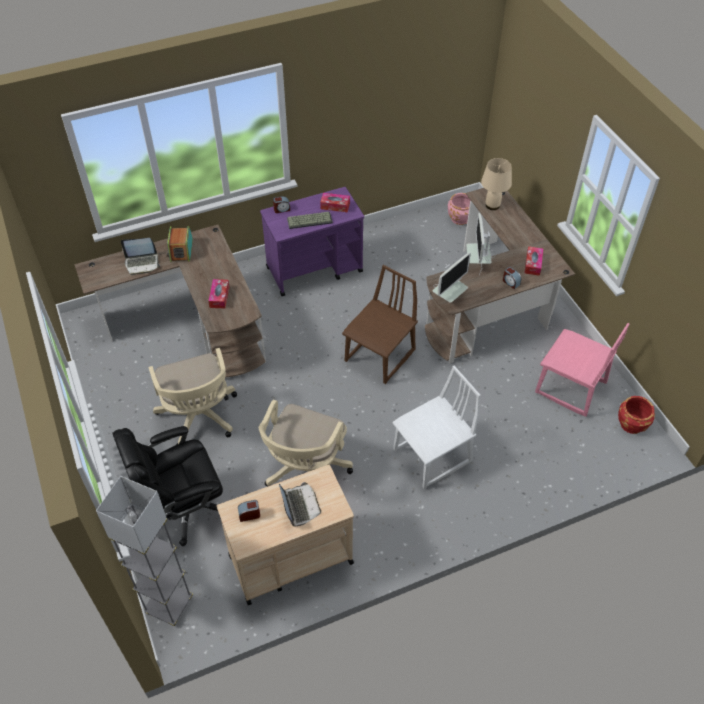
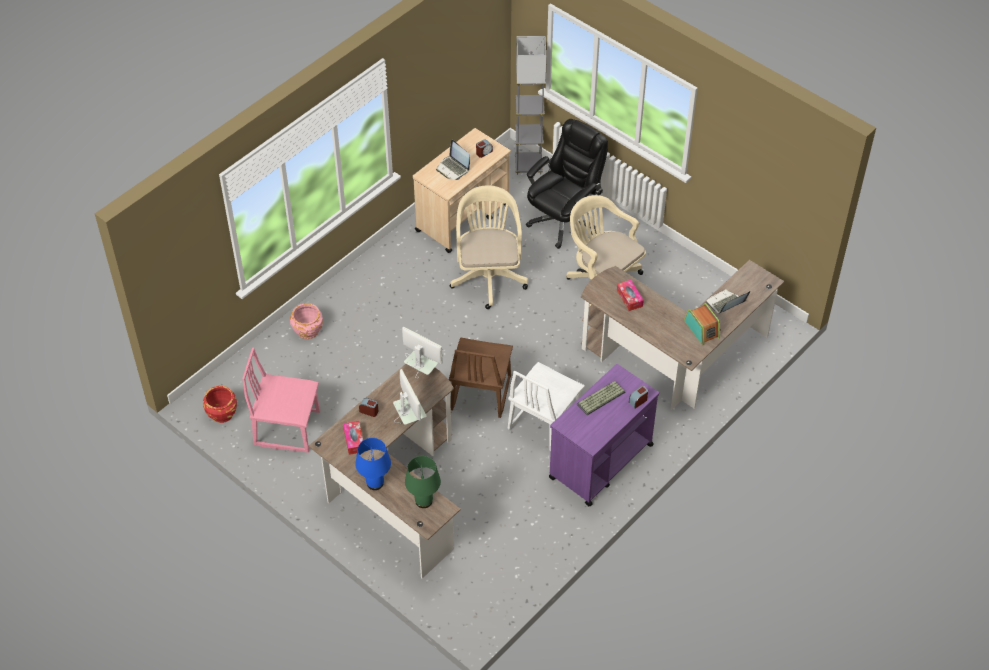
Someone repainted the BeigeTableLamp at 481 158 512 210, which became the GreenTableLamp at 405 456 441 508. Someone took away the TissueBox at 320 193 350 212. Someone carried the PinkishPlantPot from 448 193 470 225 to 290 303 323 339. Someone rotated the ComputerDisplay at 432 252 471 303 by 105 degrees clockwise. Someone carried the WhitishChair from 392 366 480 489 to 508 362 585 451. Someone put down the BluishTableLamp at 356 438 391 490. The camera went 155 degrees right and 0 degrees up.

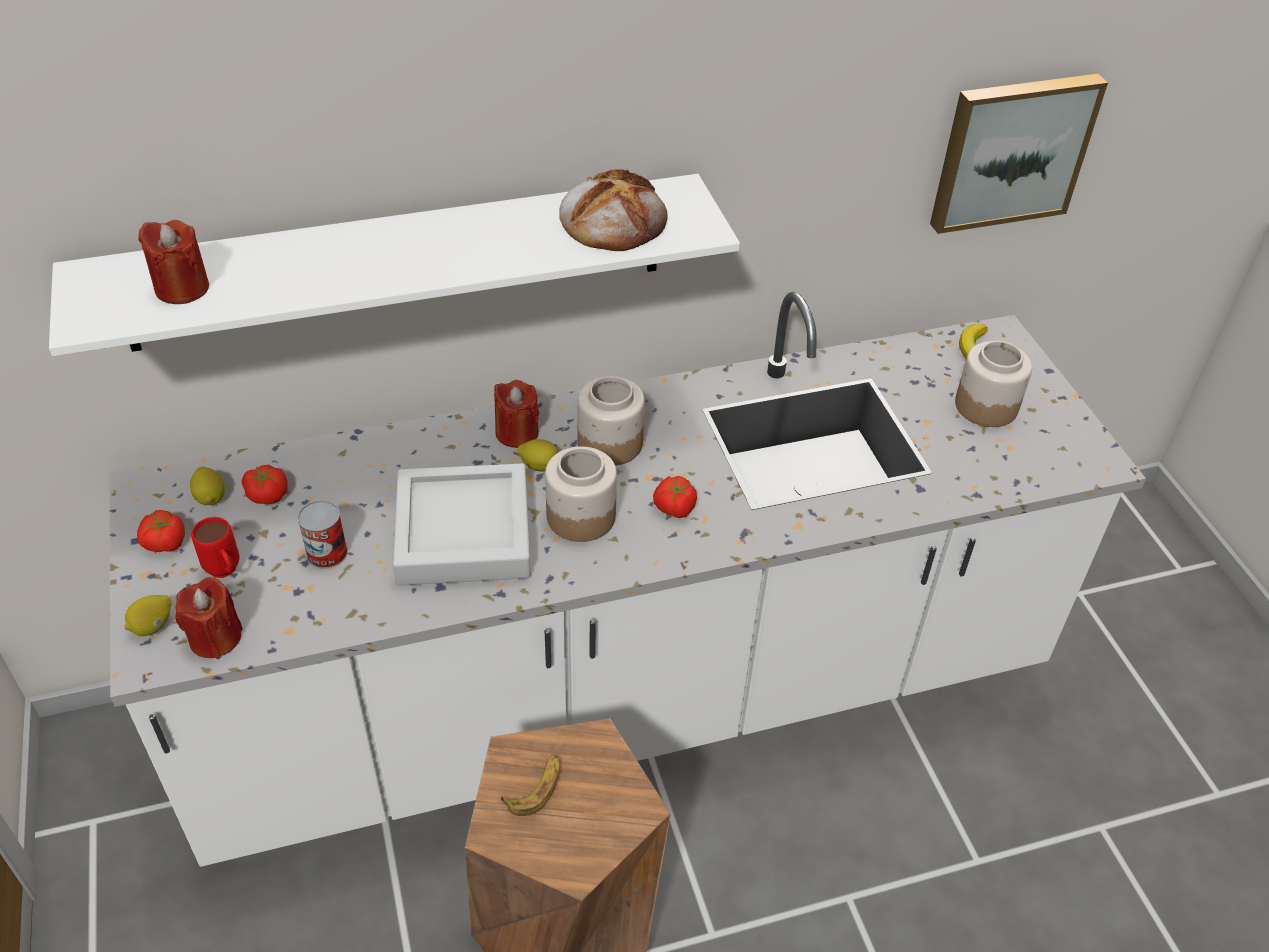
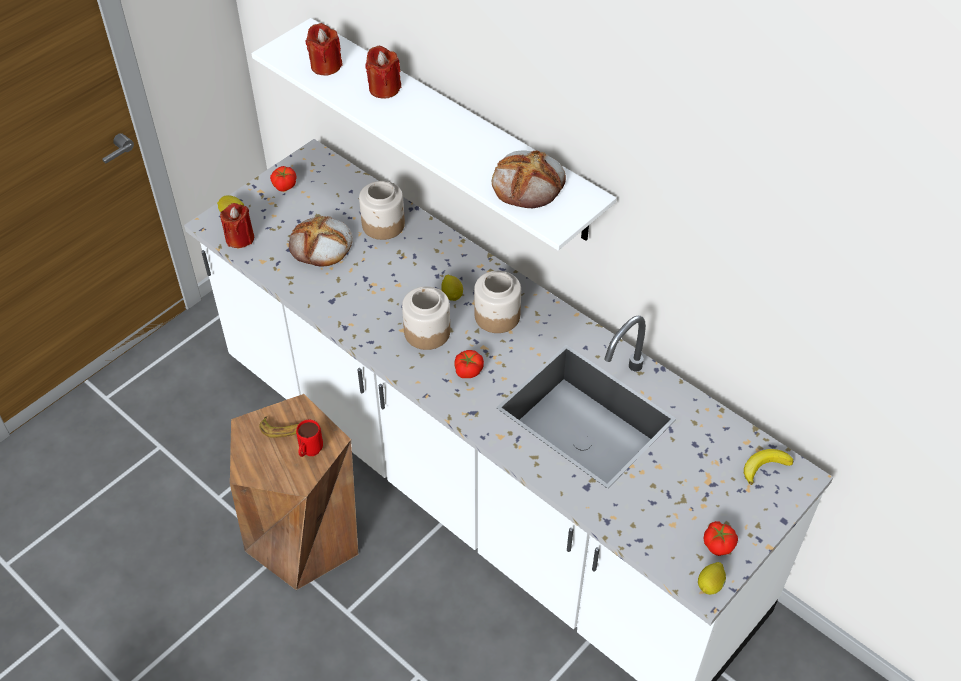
Someone took away the WallArt at 930 74 1108 234. Someone carried the Jar from 955 341 1032 427 to 359 181 405 240. Someone carried the ReddishCandle from 494 380 539 448 to 365 45 401 98. Someone took away the GreyServingTray at 393 464 531 586. Someone carried the FreshTomato from 242 465 288 504 to 704 521 738 556. Someone carried the CitrusFruit from 190 466 225 505 to 698 562 726 595. Someone swapped the Can at 297 500 348 569 for the BakeryBread at 289 216 353 267. Someone carried the ReddishMug from 192 517 239 578 to 296 420 323 457. The camera went 60 degrees right and 5 degrees up.

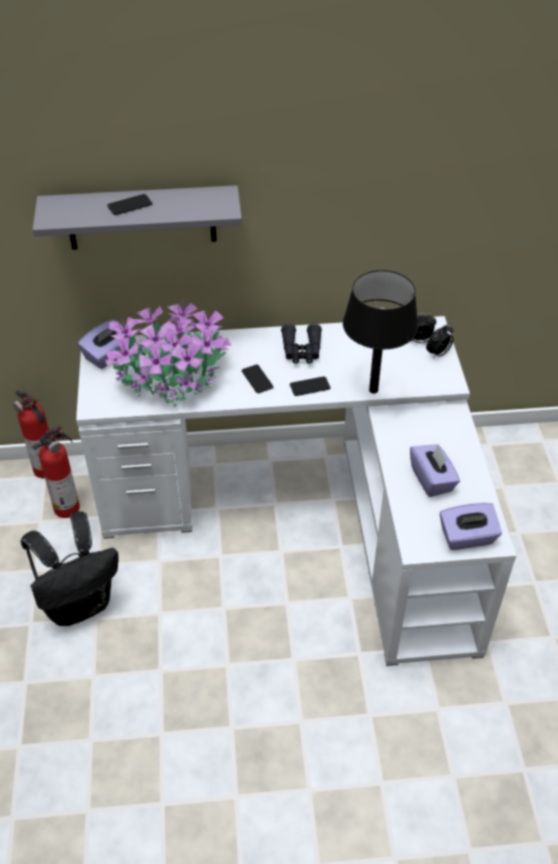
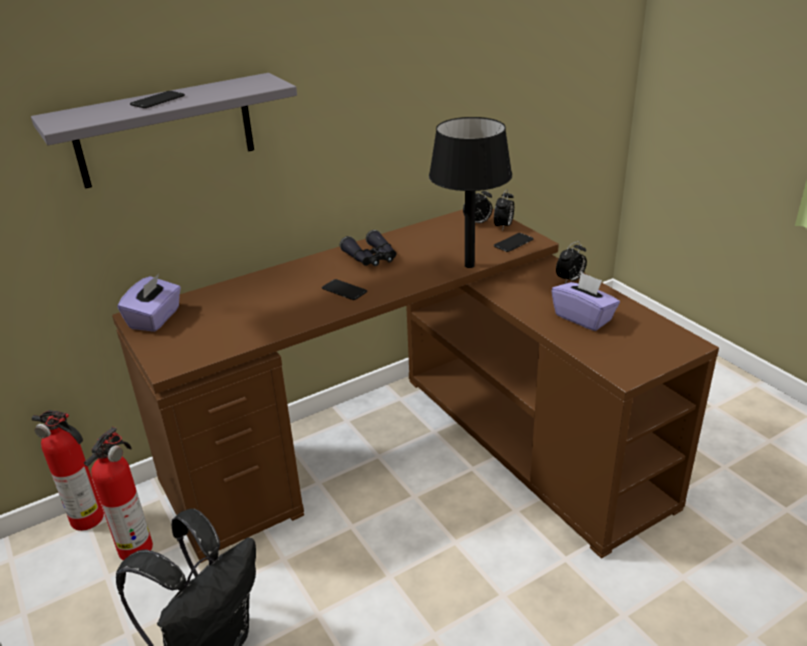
Someone took away the PlantInAPot at 105 300 231 407. Someone repainted the WhitishDeskTable at 76 316 517 666, which became the BrownishDeskTable at 112 209 719 563. Someone carried the Handset from 290 376 331 396 to 494 233 534 252. Someone took away the PurpleTissueBox at 440 503 502 550. Someone put down the AlarmClock at 556 241 587 284. The camera went 25 degrees left and 15 degrees down.

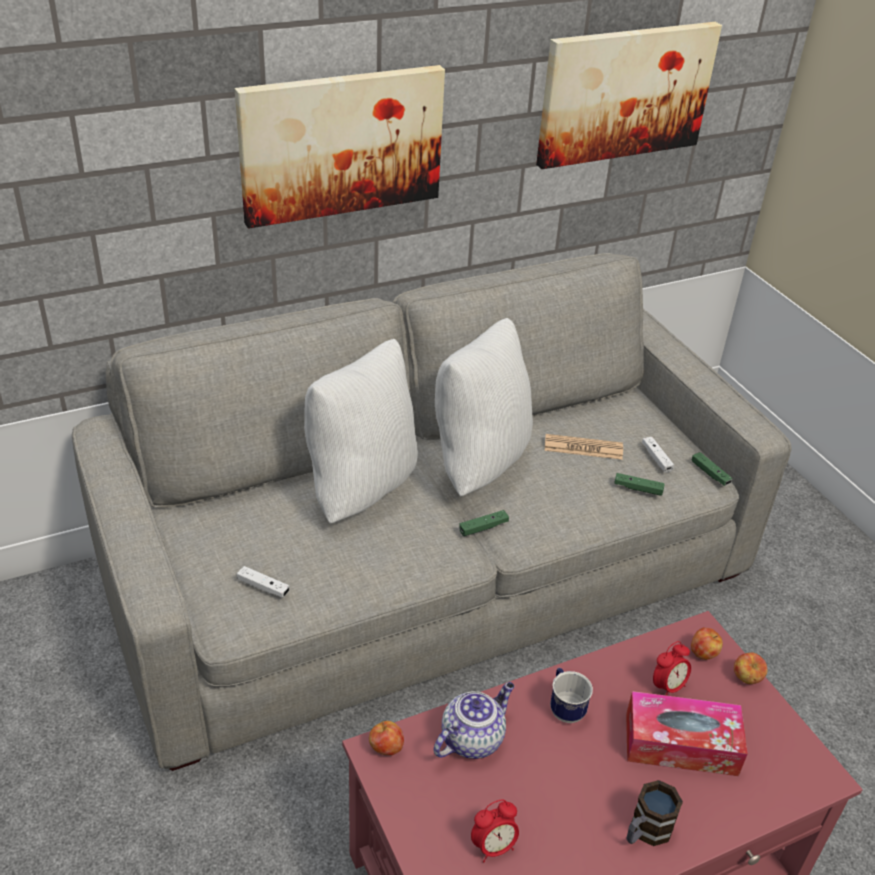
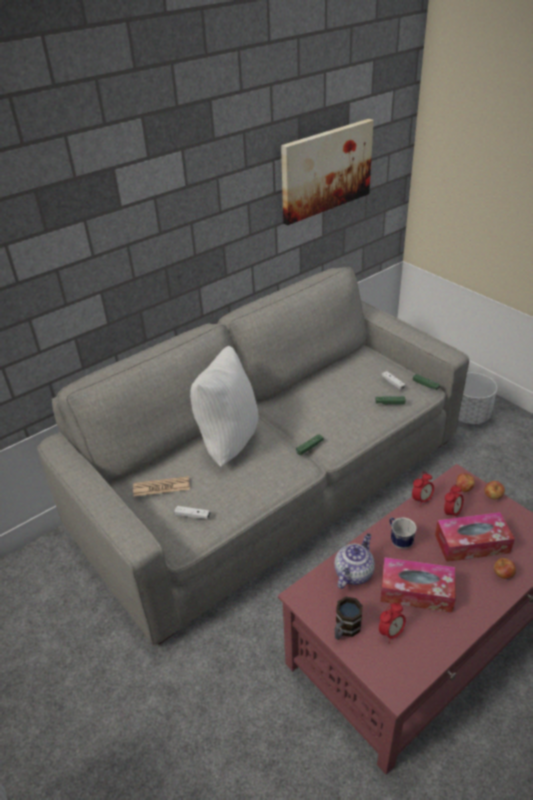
Someone took away the WallArt at 235 65 445 229. Someone took away the WhitishPillow at 435 318 533 496. Someone carried the Newspaper from 545 434 623 460 to 133 476 190 496. Someone carried the Apple from 369 721 404 755 to 494 558 516 579. Someone carried the Mug from 626 780 683 846 to 334 597 363 640. Someone put down the WhitishPlantPot at 458 373 497 424. Someone put down the AlarmClock at 412 472 434 507. Someone put down the TissueBox at 380 557 456 613. The camera went 10 degrees left and 0 degrees up.

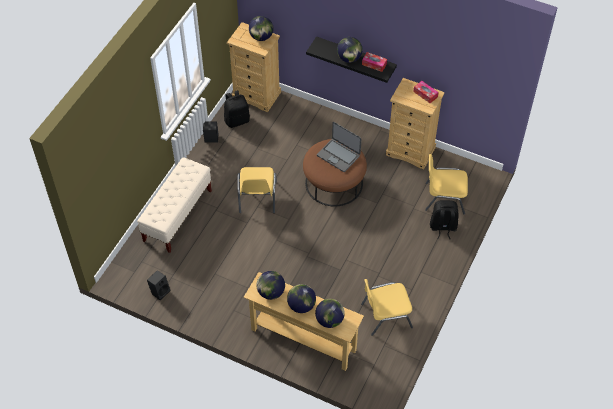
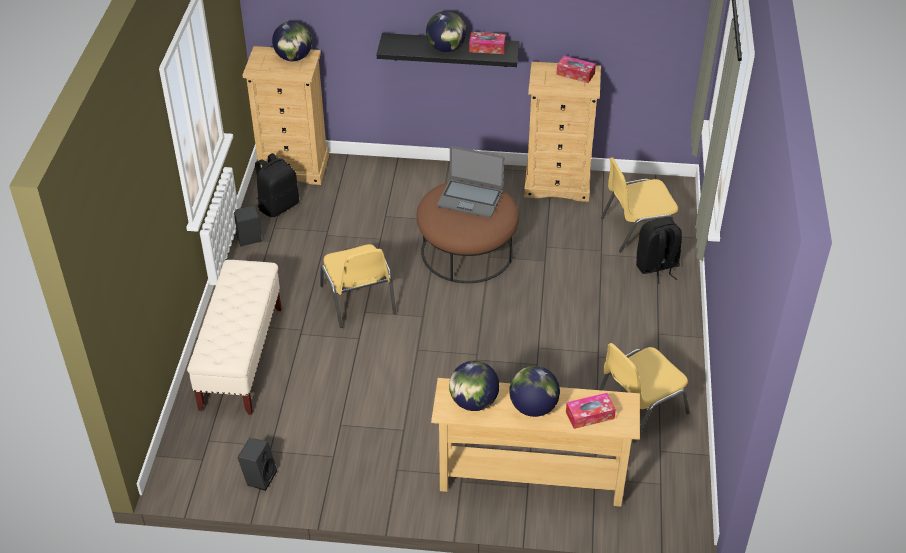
Someone swapped the DeskGlobe at 315 299 345 328 for the TissueBox at 566 393 616 429. The camera went 20 degrees left and 10 degrees down.

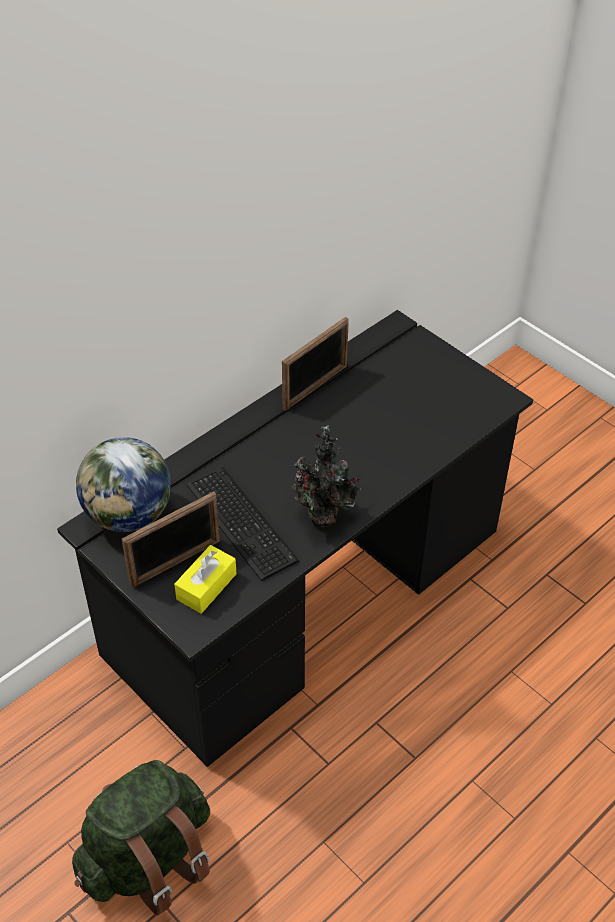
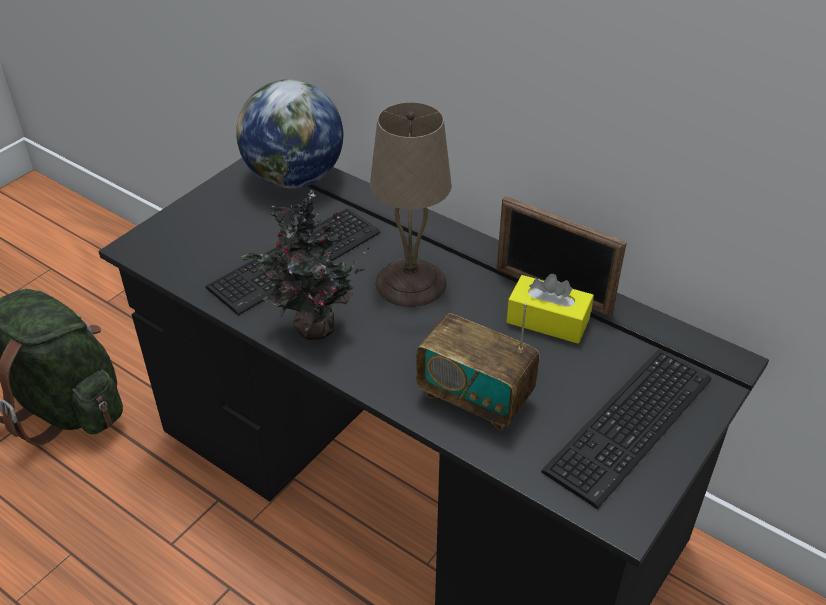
Someone took away the StandingFrame at 122 491 220 588. Someone carried the YellowishTissueBox from 174 545 237 614 to 506 274 594 344. Someone put down the BeigeTableLamp at 370 102 452 307. Someone put down the RadioReceiver at 416 303 540 431. Someone put down the Keyboard at 541 350 712 509. The camera went 80 degrees right and 5 degrees down.

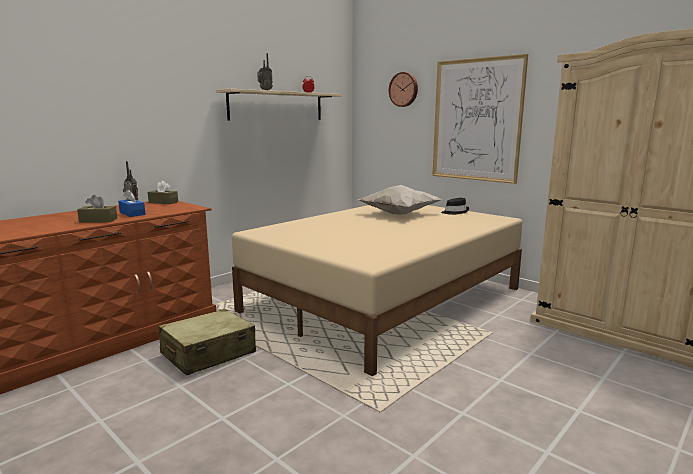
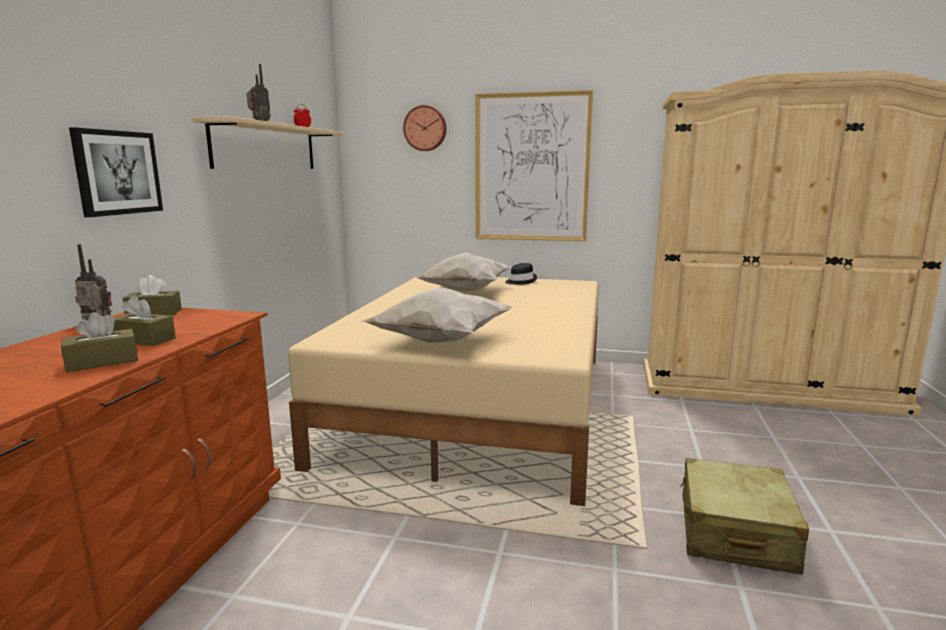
Someone repainted the BluishTissueBox at 118 189 146 217, which became the BrownishTissueBox at 112 296 176 346. Someone carried the BeigeSuitcase from 158 309 256 375 to 680 458 809 575. Someone put up the WallArt at 69 127 163 217. Someone put down the WhitishPillow at 362 288 514 343. The camera went 30 degrees left and 0 degrees up.

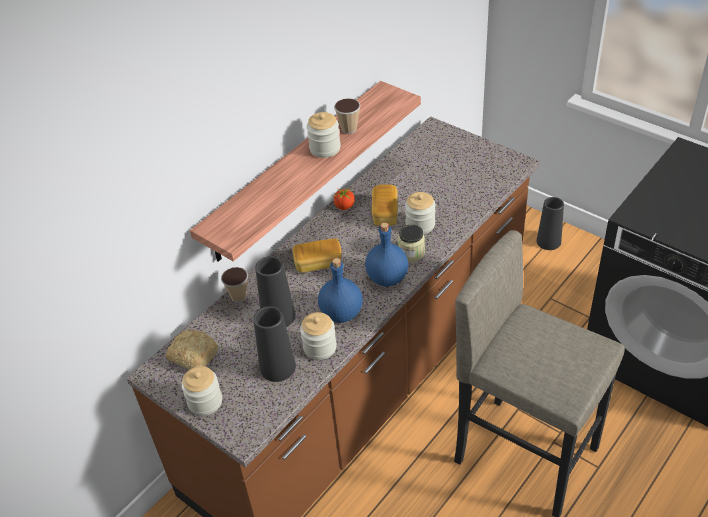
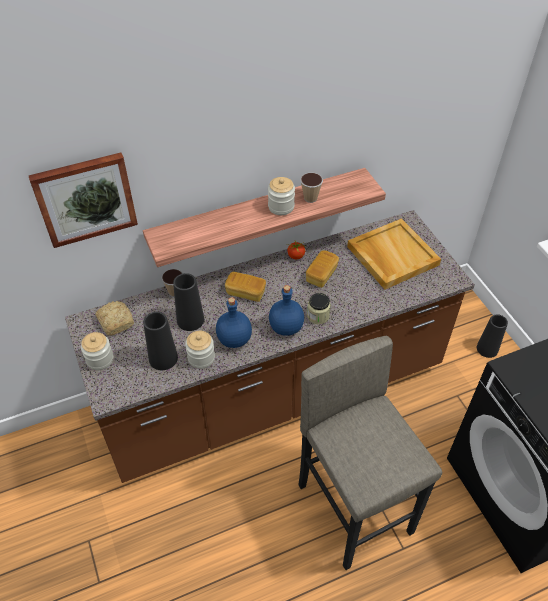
Someone took away the Jar at 405 192 436 234. Someone put up the WallArt at 29 152 138 248. Someone put down the BeigeServingTray at 347 218 441 290. The camera went 25 degrees right and 5 degrees up.

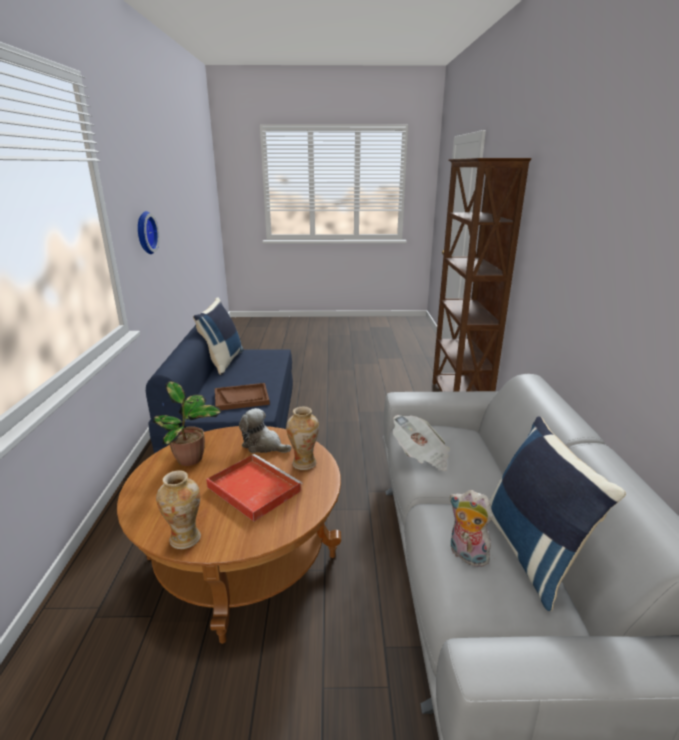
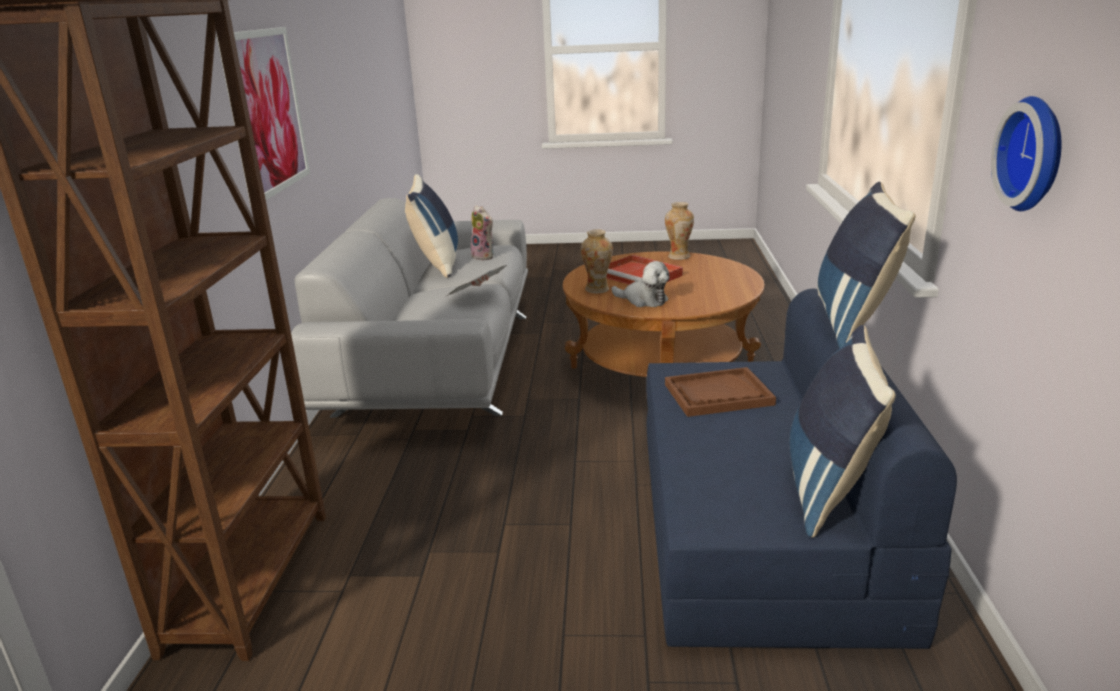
Someone took away the PlantInAPot at 153 381 221 466. Someone put up the WallArt at 216 27 310 206. Someone put down the BluishPillow at 817 182 916 348. The camera went 175 degrees left and 0 degrees up.

